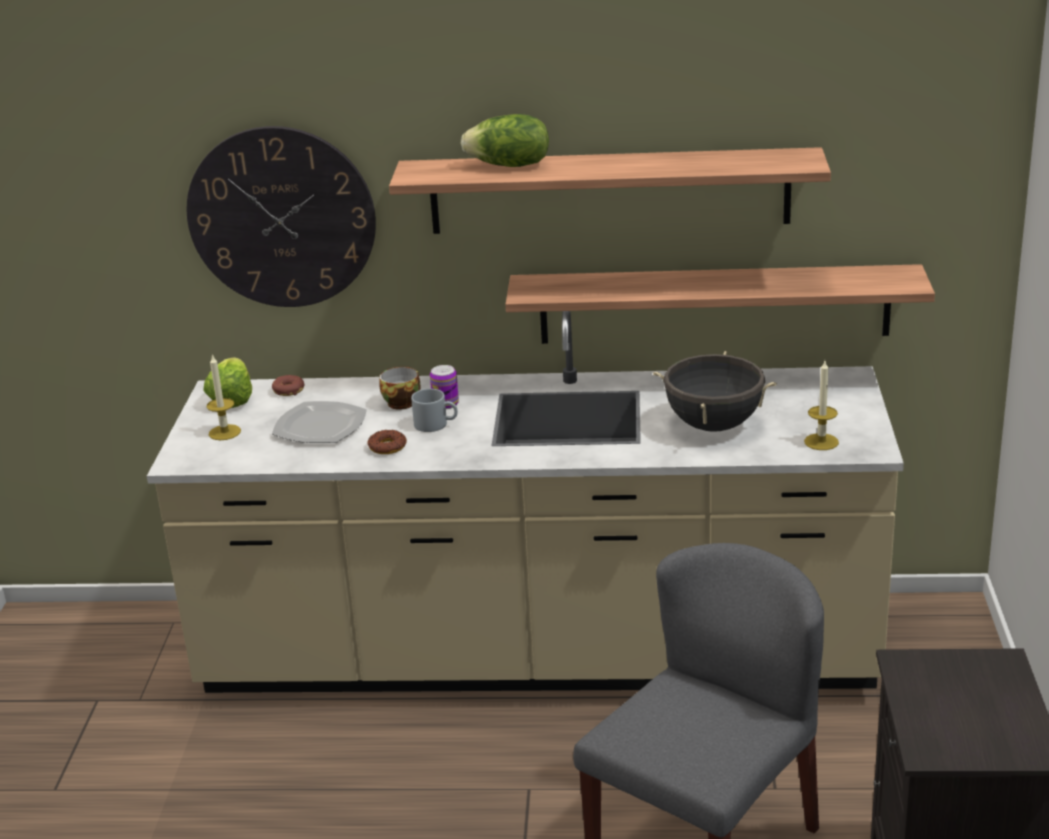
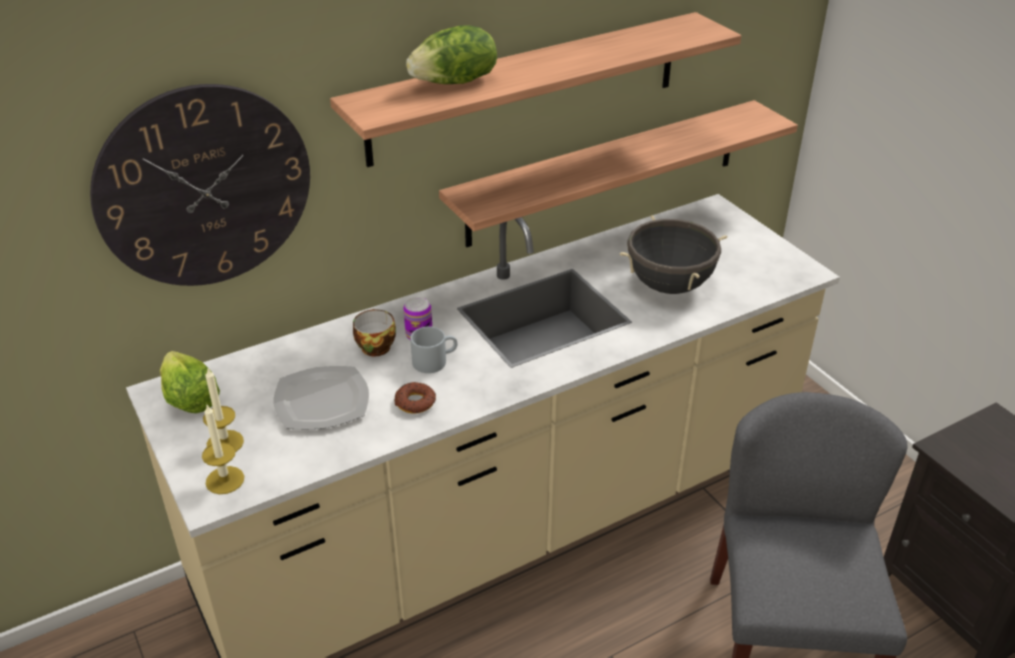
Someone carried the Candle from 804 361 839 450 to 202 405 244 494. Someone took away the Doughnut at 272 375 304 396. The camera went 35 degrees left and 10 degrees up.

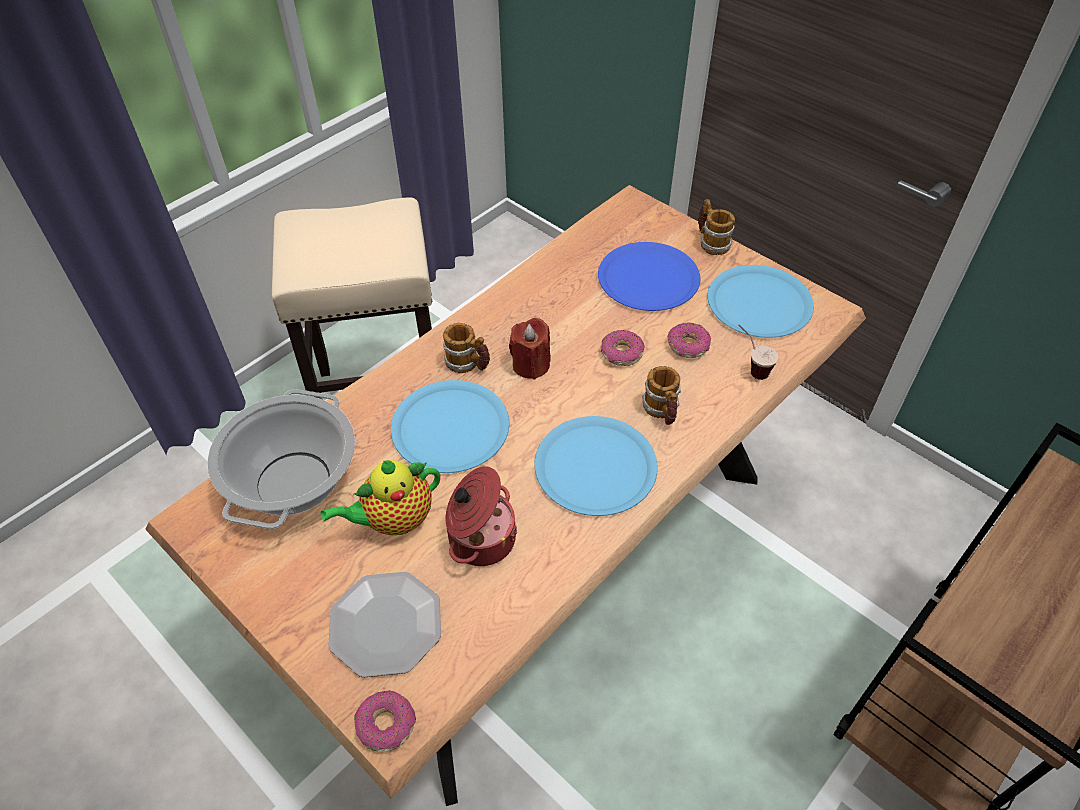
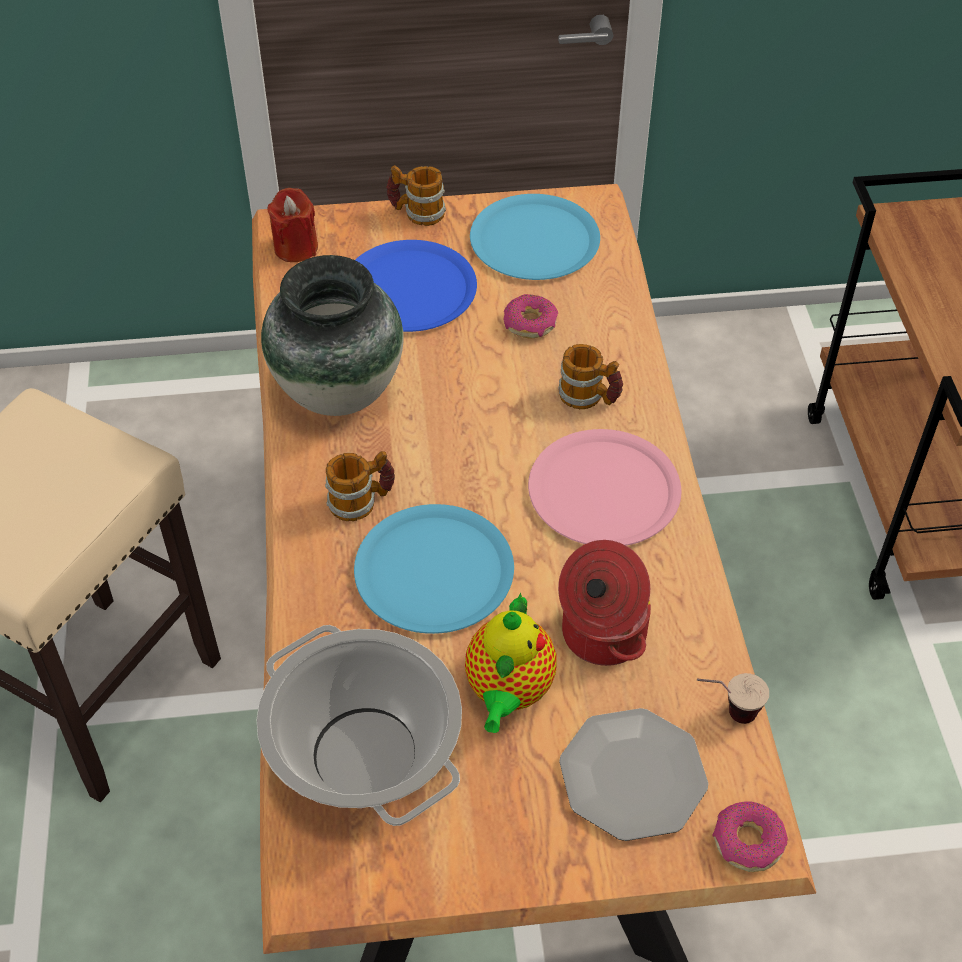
Someone carried the ReddishCandle from 509 318 551 380 to 267 188 318 262. Someone carried the DrinkingCup from 738 324 778 380 to 697 673 769 724. Someone took away the Doughnut at 601 330 645 366. Someone repainted the BluishPlate at 534 416 658 516, which became the PinkishPlate at 528 429 681 546. Someone put down the Vase at 261 255 404 416. The camera went 50 degrees left and 0 degrees up.

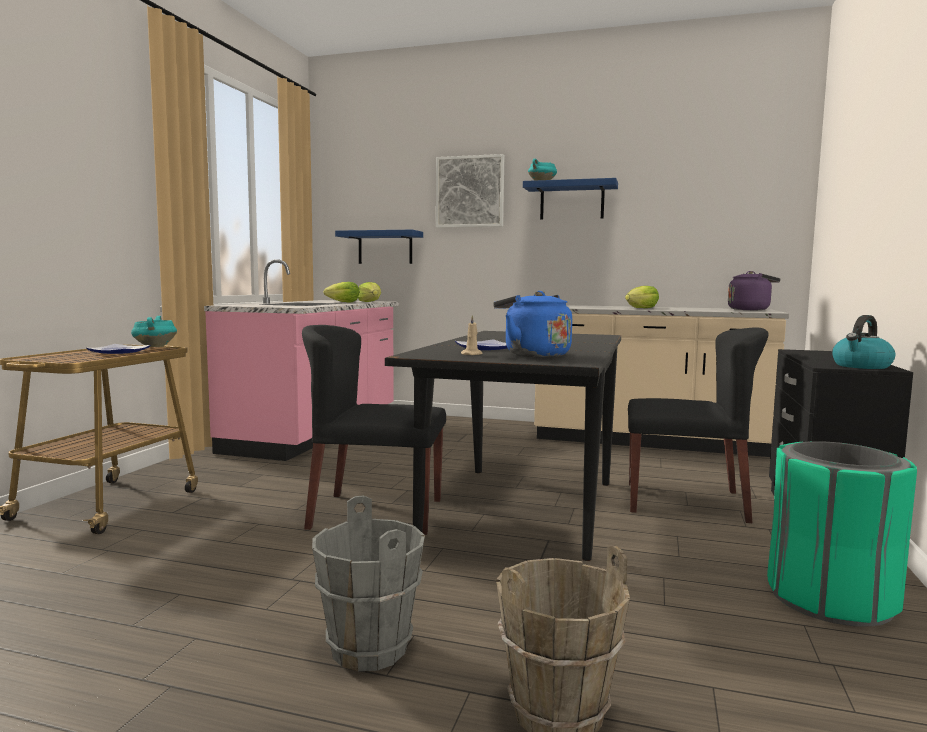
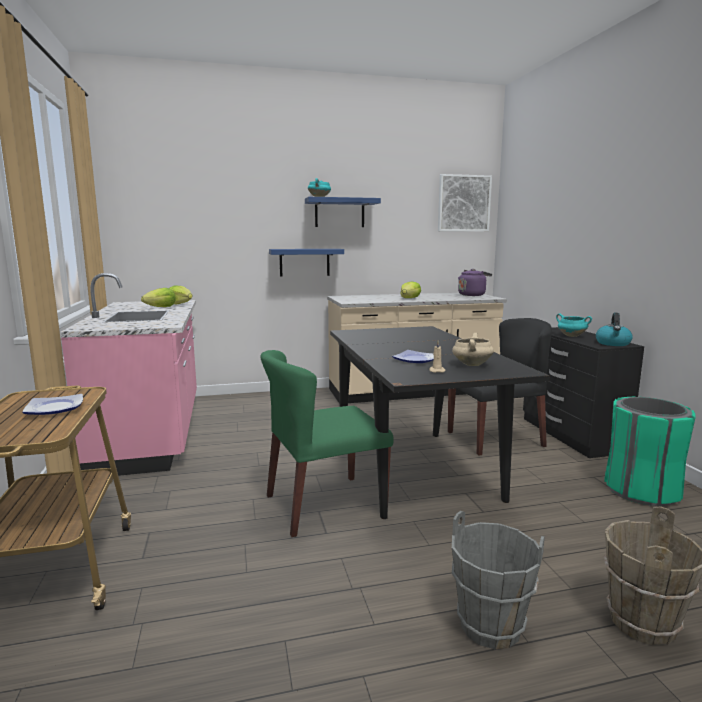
Someone carried the WallArt from 436 154 504 228 to 438 174 492 232. Someone carried the BluishShelf from 335 230 423 264 to 269 249 344 277. Someone swapped the BluishWaterKettle at 493 291 572 357 for the BeigeStockpot at 452 333 494 366. Someone carried the TurquoiseStockpot from 131 316 177 347 to 556 313 592 337. Someone repainted the BlackChair at 302 325 446 535, which became the GreenChair at 260 350 394 537. The camera went 30 degrees left and 5 degrees up.

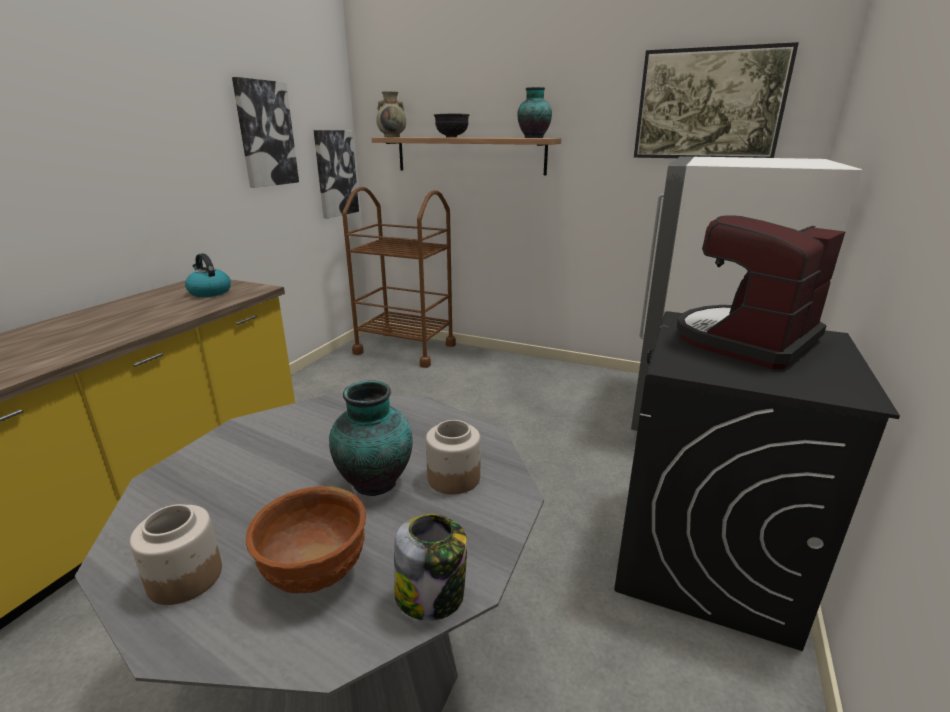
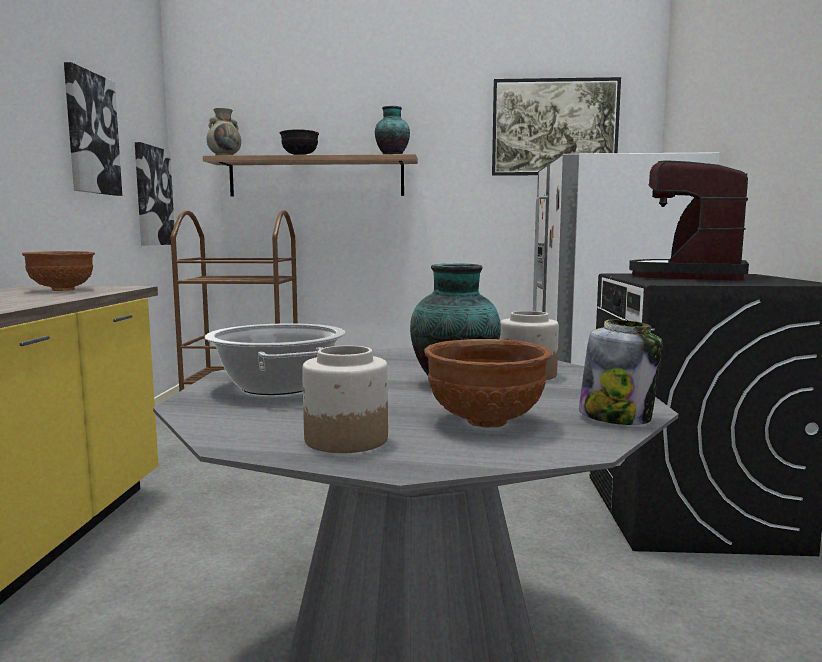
Someone swapped the WaterKettle at 185 253 231 297 for the BrownishDeepDish at 22 251 95 291. Someone put down the Stockpot at 205 323 345 395. The camera went 20 degrees left and 15 degrees down.

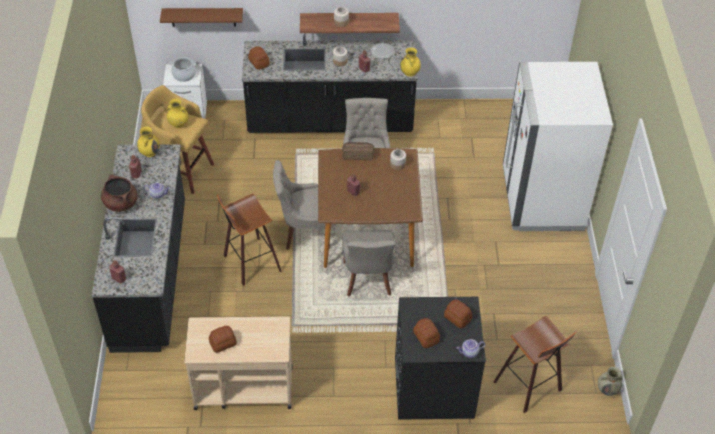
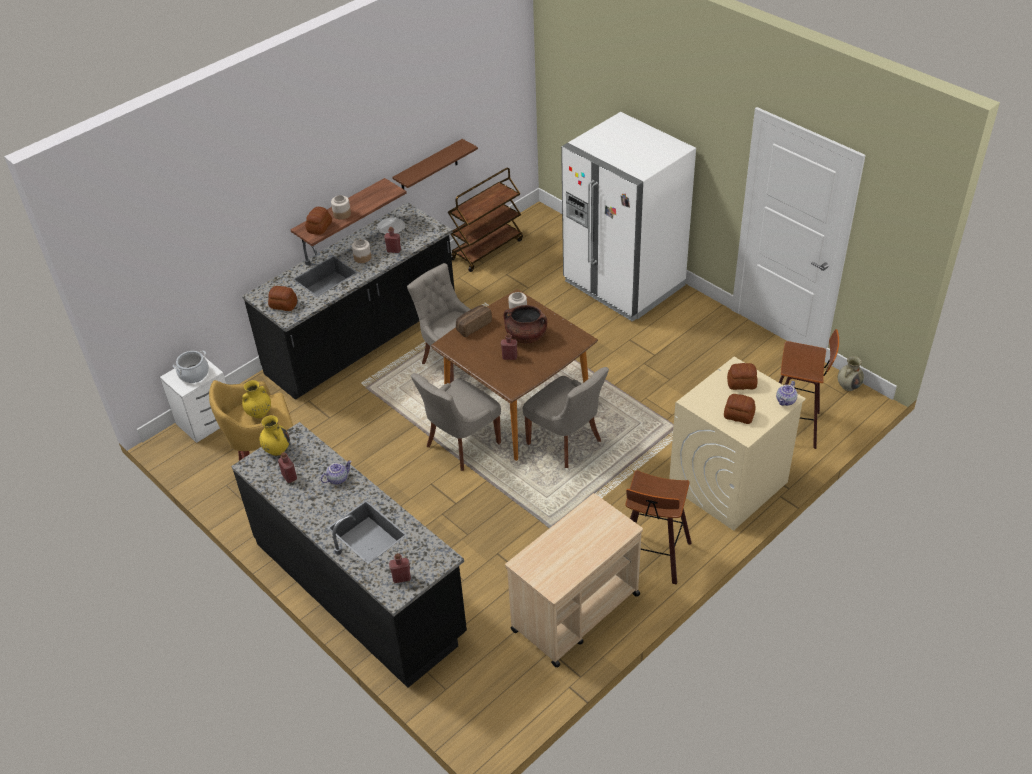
Someone carried the BrownishShelf from 160 8 243 27 to 392 139 478 189. Someone took away the YellowishVase at 400 47 421 77. Someone carried the BrownishStockpot from 101 174 138 212 to 503 305 547 343. Someone carried the SittingStool from 217 193 282 286 to 625 470 691 585. Someone repainted the BlackLaundryAppliance at 395 297 486 420, which became the BeigeLaundryAppliance at 669 357 806 531. Someone carried the BakeryBread from 209 326 237 353 to 305 207 332 235. Someone put down the BrownishCart at 448 168 523 272. The camera went 40 degrees left and 5 degrees down.

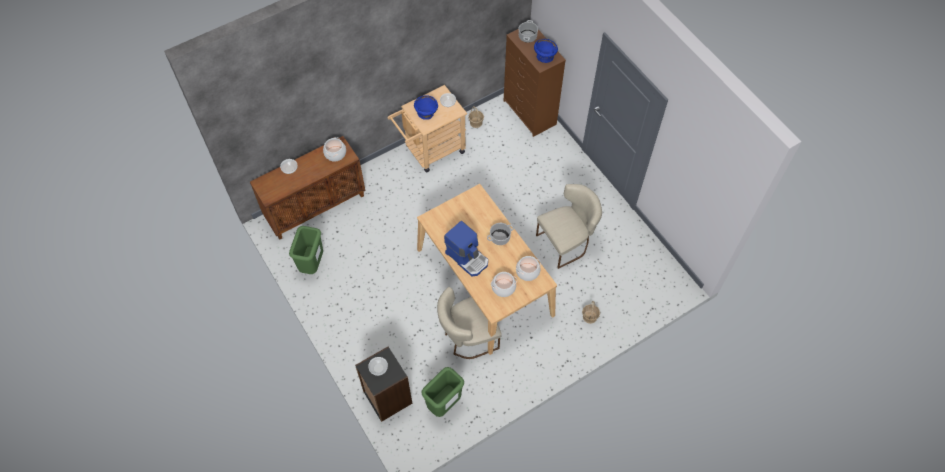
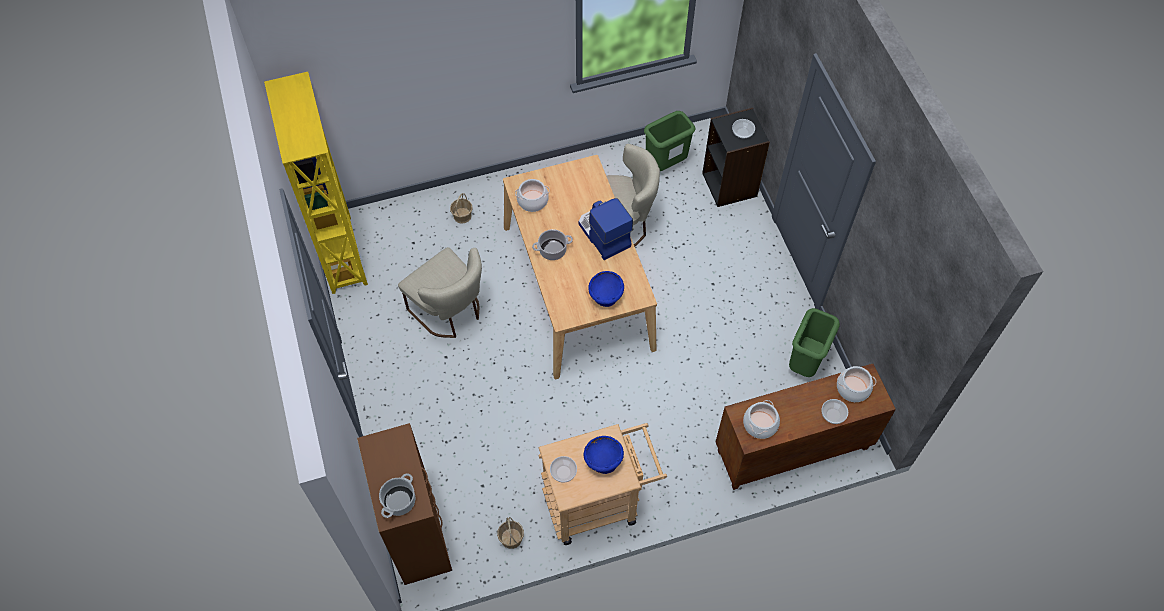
Someone carried the BluishDeepDish from 534 39 558 63 to 588 271 624 307. Someone rotated the BeigeChair at 536 184 602 269 by 120 degrees counterclockwise. Someone carried the Stockpot from 491 272 517 297 to 837 366 876 402. Someone put down the YellowishShelvingUnit at 264 72 368 294. The camera went 165 degrees left and 0 degrees up.

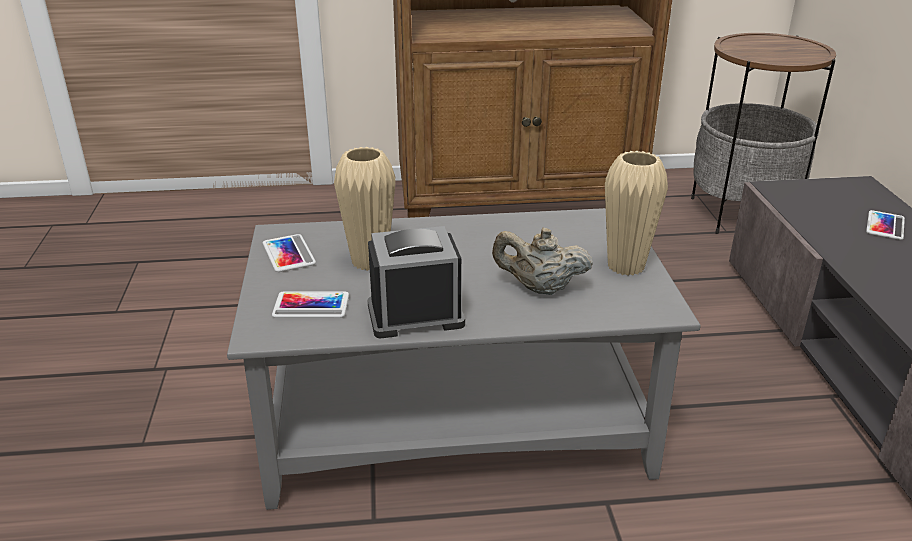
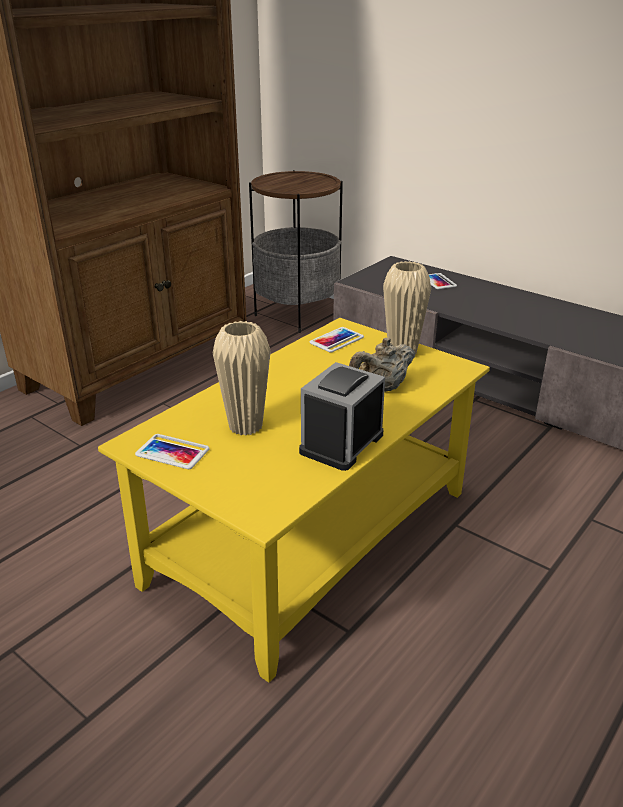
Someone repainted the GreyCoffeeTable at 227 208 701 510, which became the YellowishCoffeeTable at 98 318 490 683. Someone carried the Handset from 272 291 349 318 to 310 327 364 352. The camera went 45 degrees left and 0 degrees up.

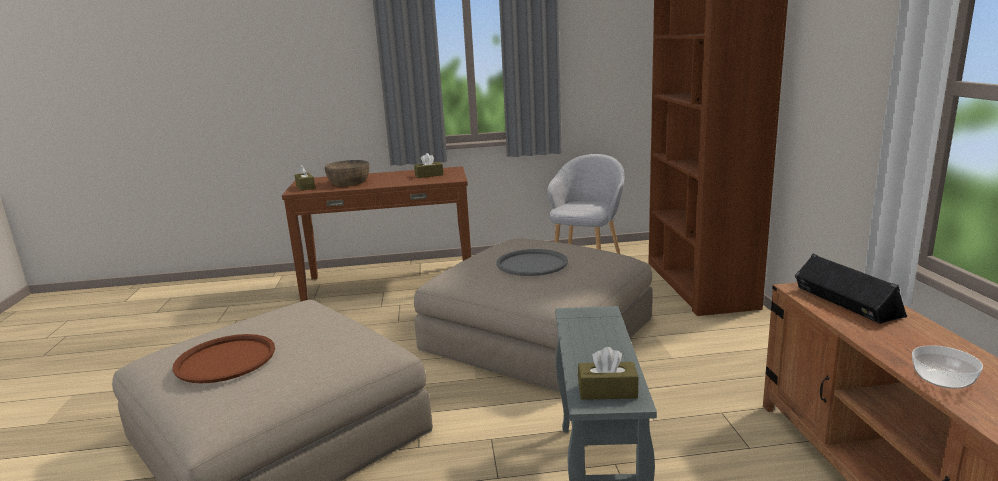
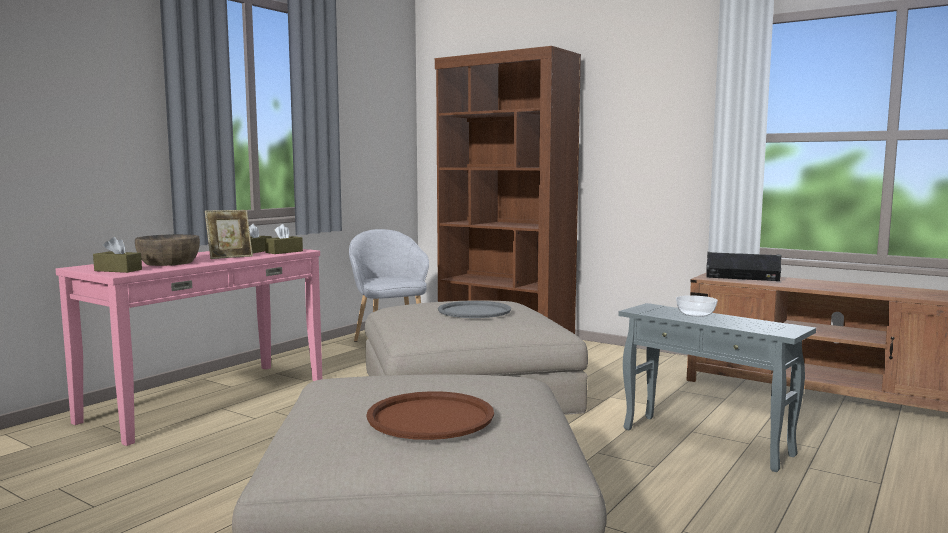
Someone repainted the BrownishConsoleTable at 282 166 471 302, which became the PinkishConsoleTable at 56 249 322 446. Someone carried the DeepDish from 912 345 983 389 to 676 295 718 317. Someone carried the BrownishTissueBox from 578 347 639 400 to 265 224 303 254. Someone put down the StandingFrame at 205 210 253 259. The camera went 50 degrees left and 10 degrees down.

